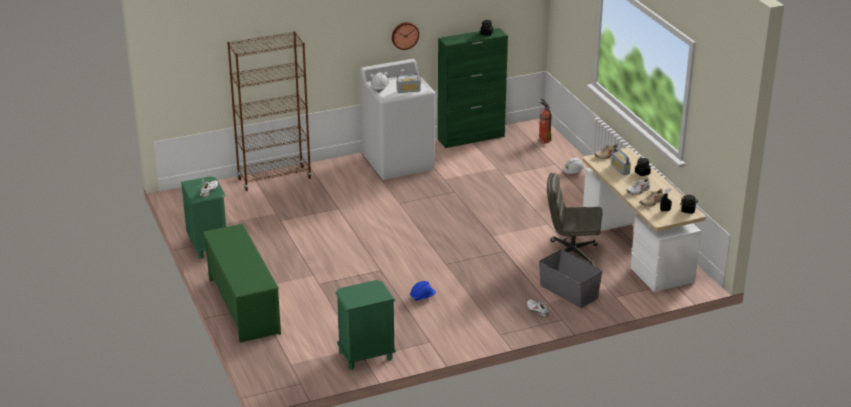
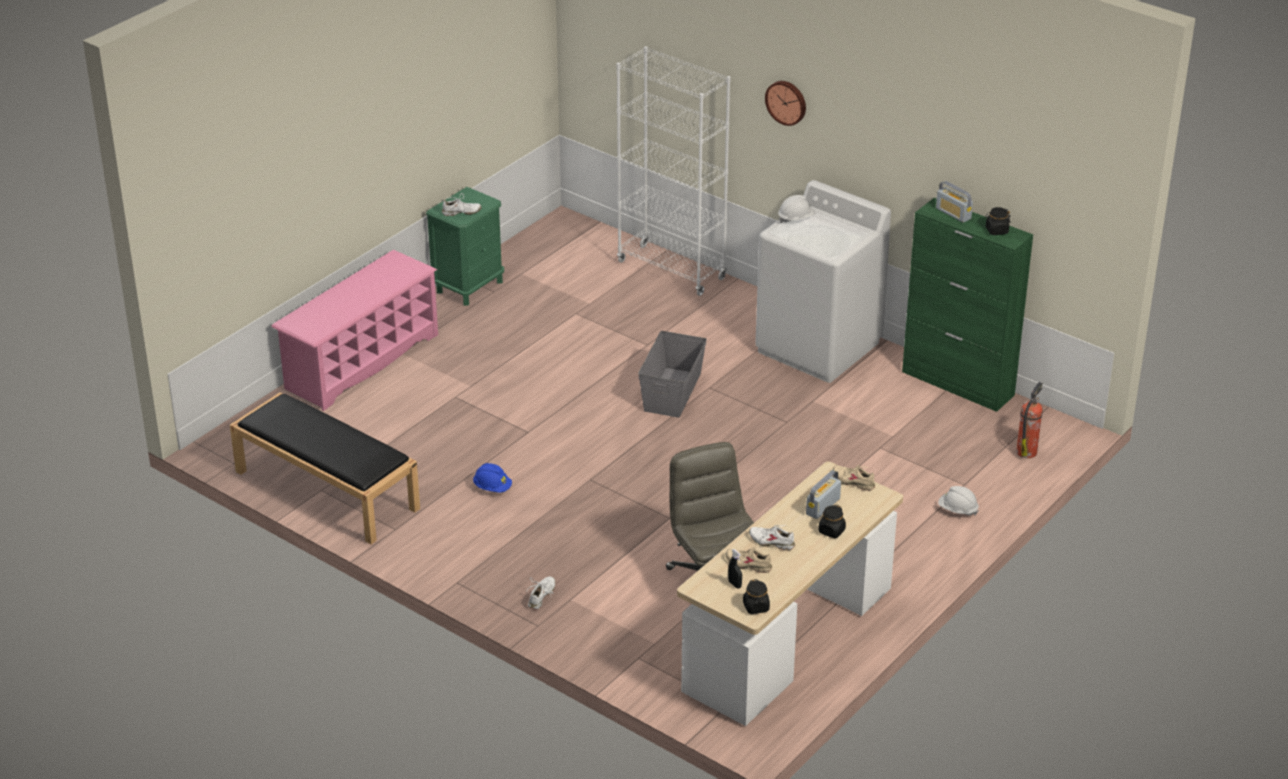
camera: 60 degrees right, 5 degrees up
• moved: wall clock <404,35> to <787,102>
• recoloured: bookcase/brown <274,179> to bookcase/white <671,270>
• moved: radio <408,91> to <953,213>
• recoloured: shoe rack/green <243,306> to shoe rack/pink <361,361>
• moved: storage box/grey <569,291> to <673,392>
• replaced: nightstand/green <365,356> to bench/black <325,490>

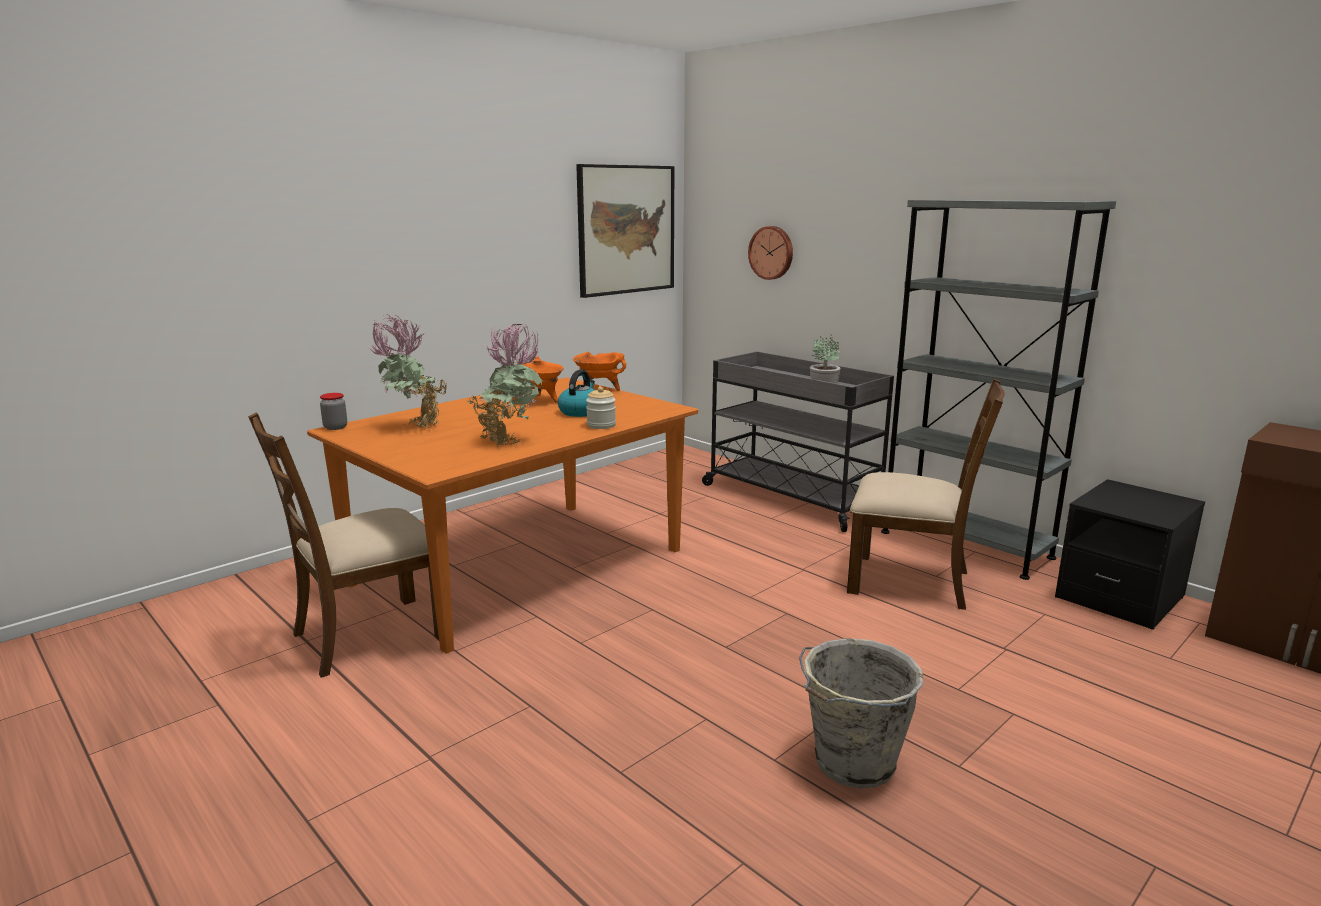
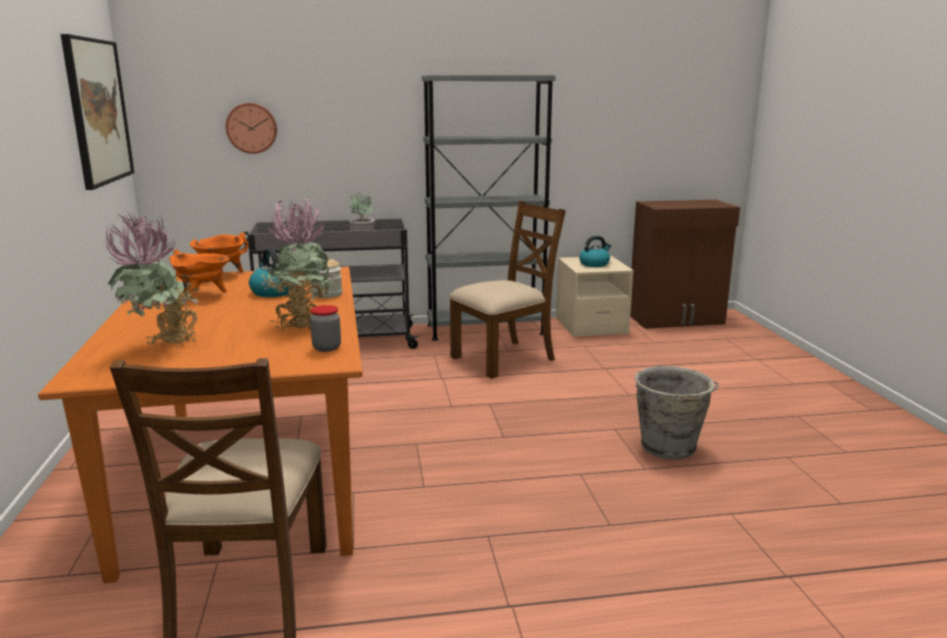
camera: 55 degrees left, 0 degrees up
• moved: jar <335,427> to <326,348>
• recoloured: nightstand/black <1119,597> to nightstand/beige <591,326>
• added: kettle <594,264>

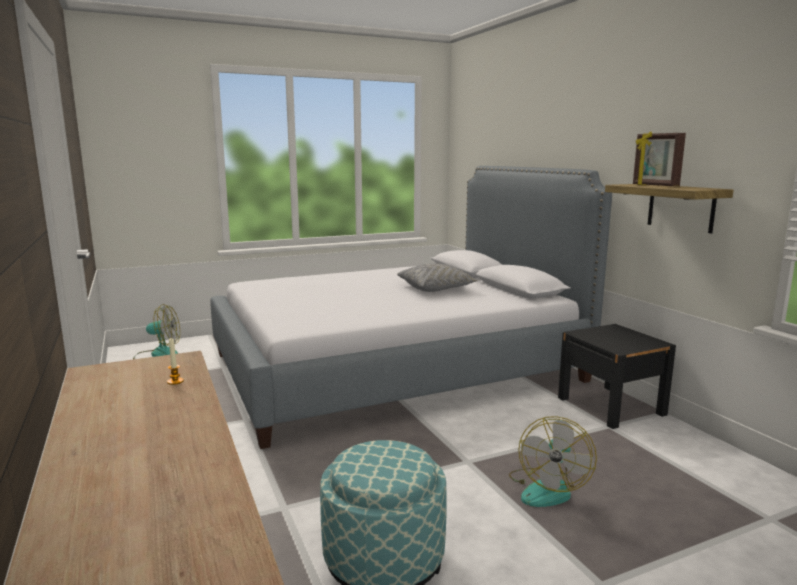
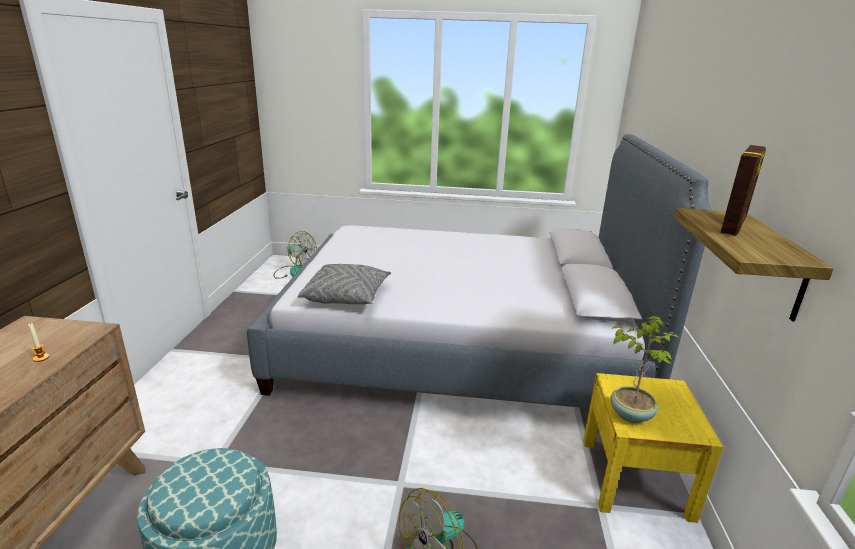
camera: 30 degrees right, 10 degrees up
• turned: picture frame <654,185> = <734,226> 150 degrees counterclockwise
• moved: pillow/grey <436,288> to <347,296>
• recoloured: nightstand/black <610,406> to nightstand/yellow <635,478>
• added: potted plant <631,414>

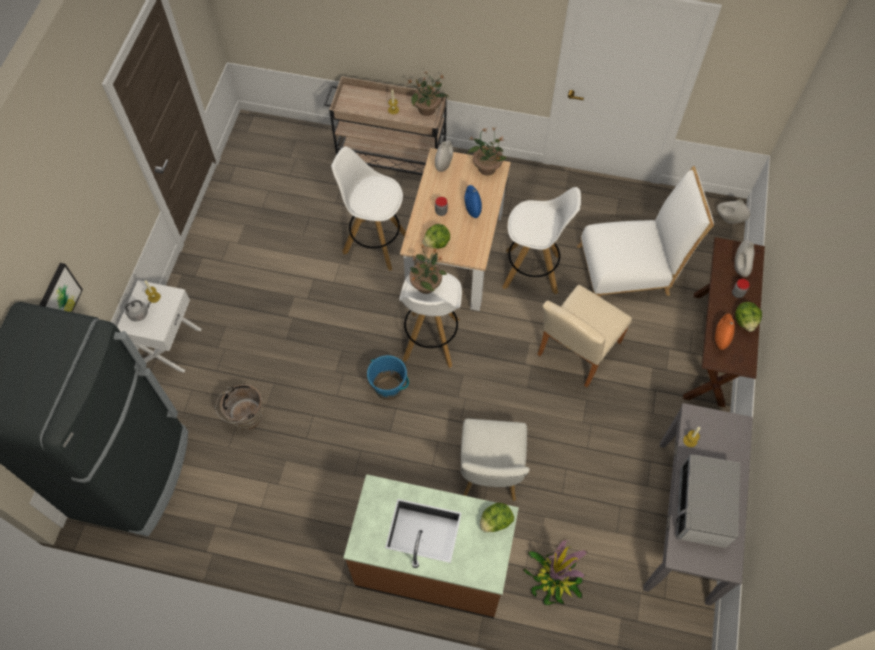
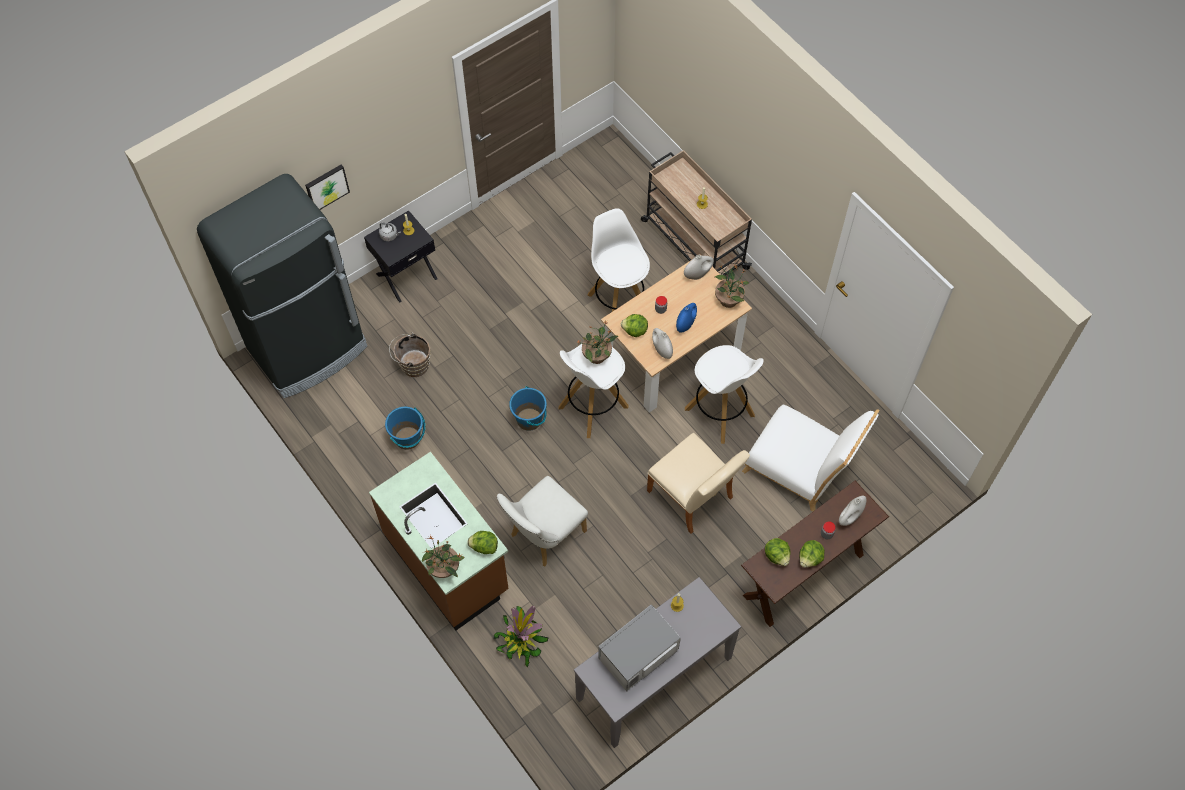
camera: 40 degrees right, 0 degrees up
• moved: potted plant <427,109> to <444,569>
• moved: vase/white <729,219> to <661,350>
• recoloured: nightstand/white <169,345> to nightstand/black <406,275>
• turned: chair/beige <576,352> = <693,498> 120 degrees counterclockwise
• replaced: vase/orange <720,338> to lettuce <777,555>
• added: bucket/blue <408,438>

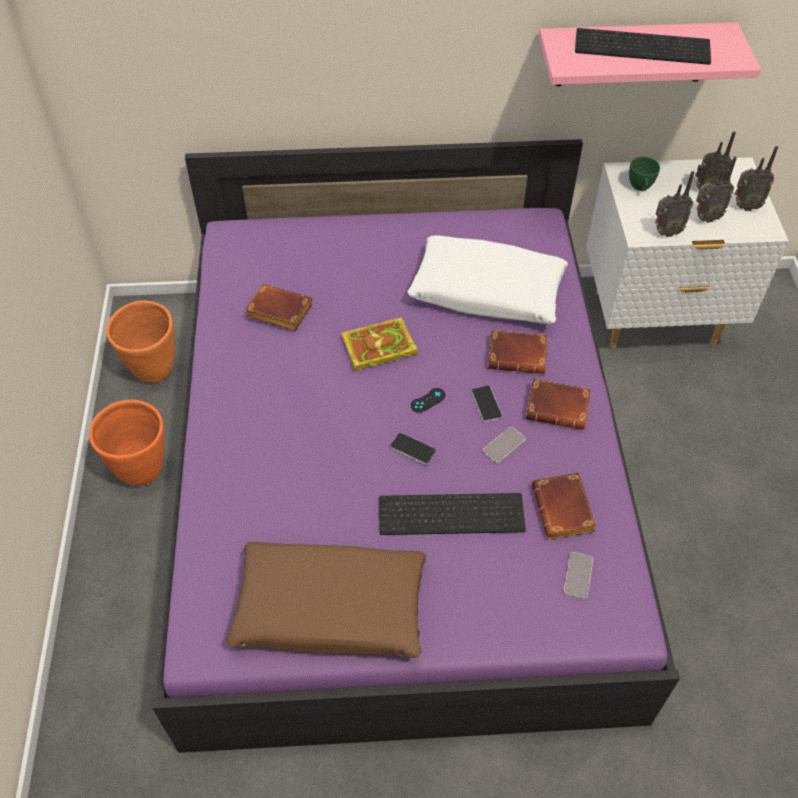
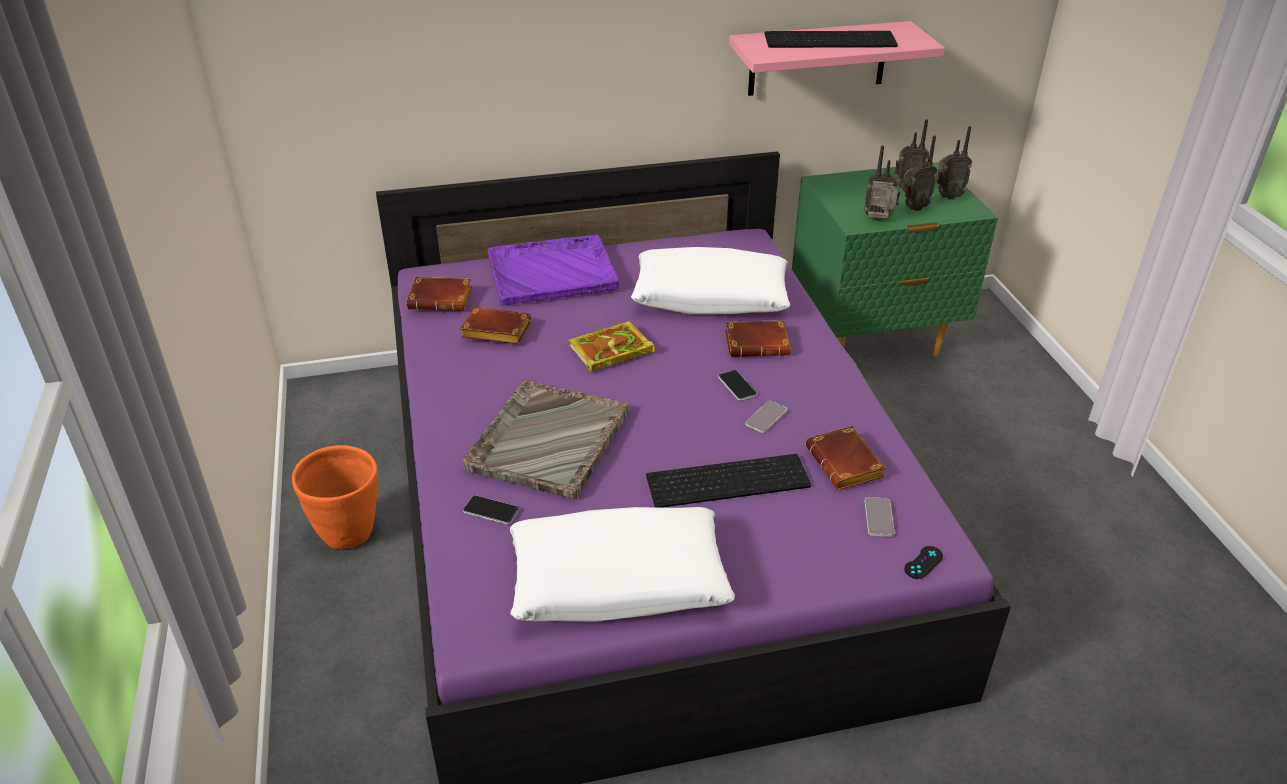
camera: 10 degrees left, 15 degrees down
• removed: cup/green <640,188>
• recoloured: nightstand/white <655,319> to nightstand/green <872,341>
• turned: radio <665,232> = <878,221> 150 degrees counterclockwise
• removed: planter/orange <153,370>
• moved: book/brown <559,407> to <442,299>
• moved: game controller/black <428,400> to <923,562>
• moved: phone <413,449> to <491,511>
• recoloured: pillow/brown <330,609> to pillow/white <618,581>
• added: tray/purple <553,272>
• added: tray/grey <547,441>

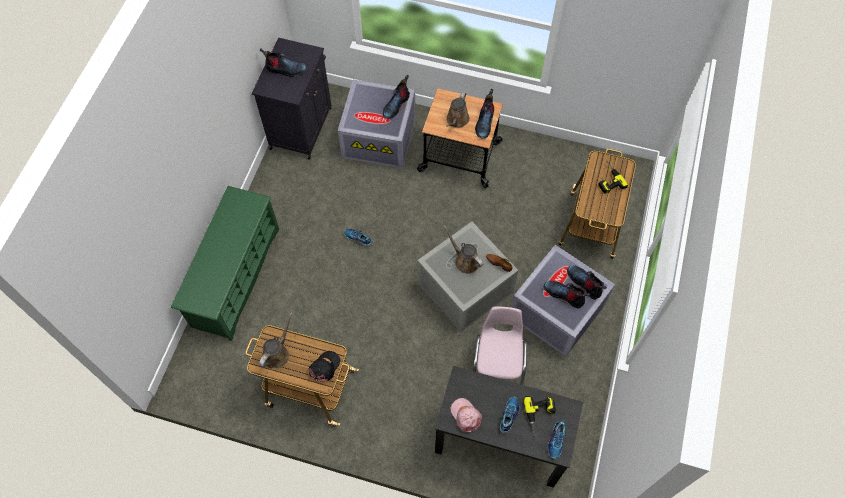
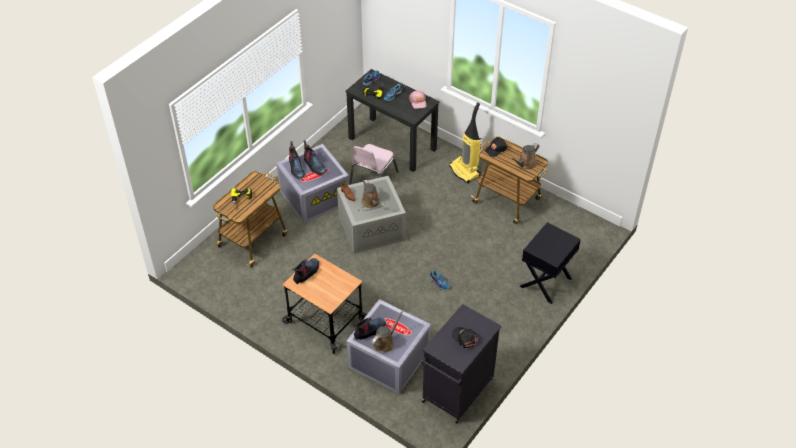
camera: 160 degrees left, 15 degrees down
• replaced: boot <285,70> to cap/black <464,338>
• moved: watering can/brown <457,120> to <385,342>
• replaced: shoe rack/green <235,277> to nightstand/black <546,282>
• added: vacuum cleaner <465,171>

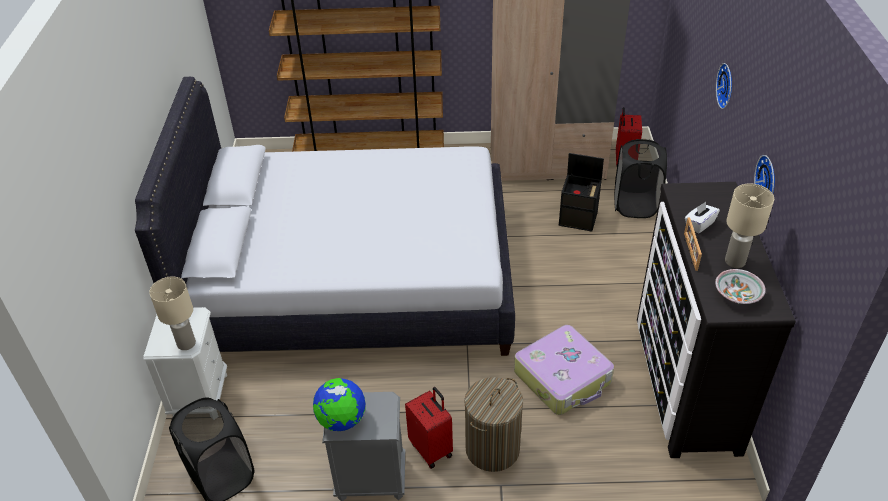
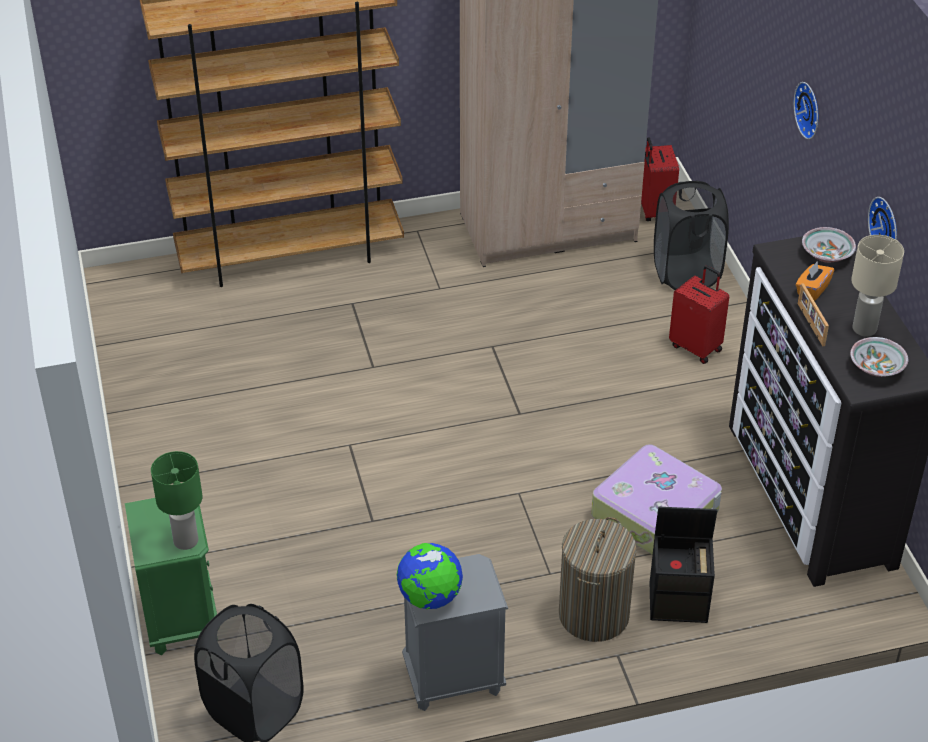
camera: 15 degrees left, 0 degrees up
• removed: bed/white <354,281>
• moved: storage box/black <579,219> to <679,601>
• recoloured: tissue box/white <699,224> to tissue box/orange <812,290>
• recoloured: table lamp/beige <186,344> to table lamp/green <185,541>
• recoloured: nightstand/white <200,396> to nightstand/green <180,619>
• moved: suitcase/red <432,449> to <696,347>
• added: bowl <826,255>

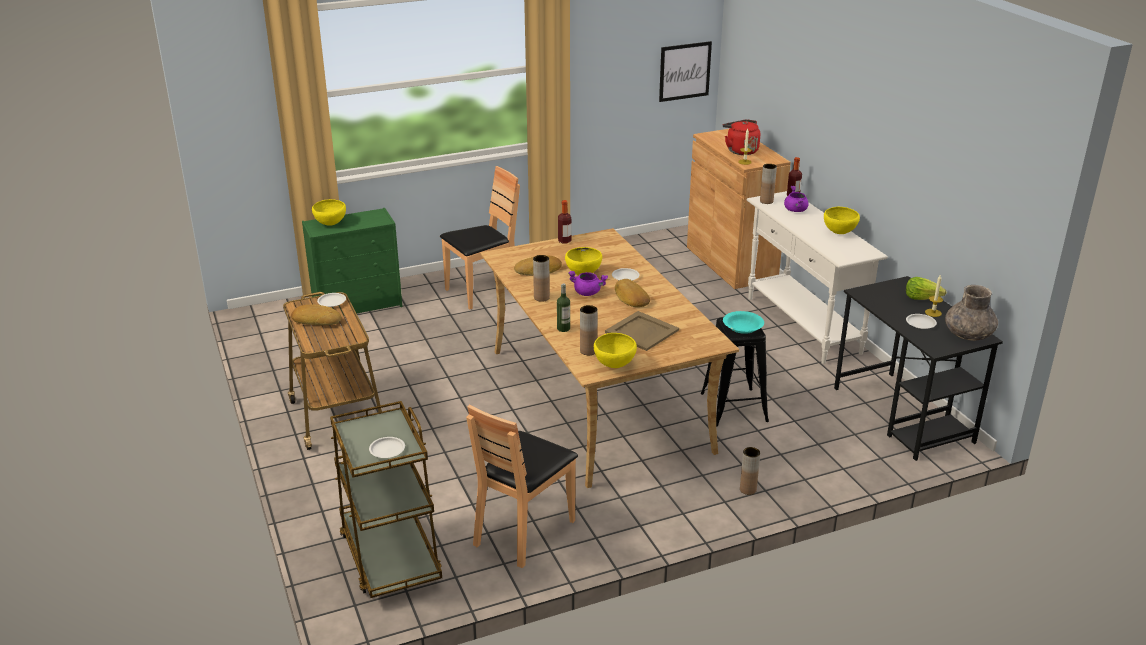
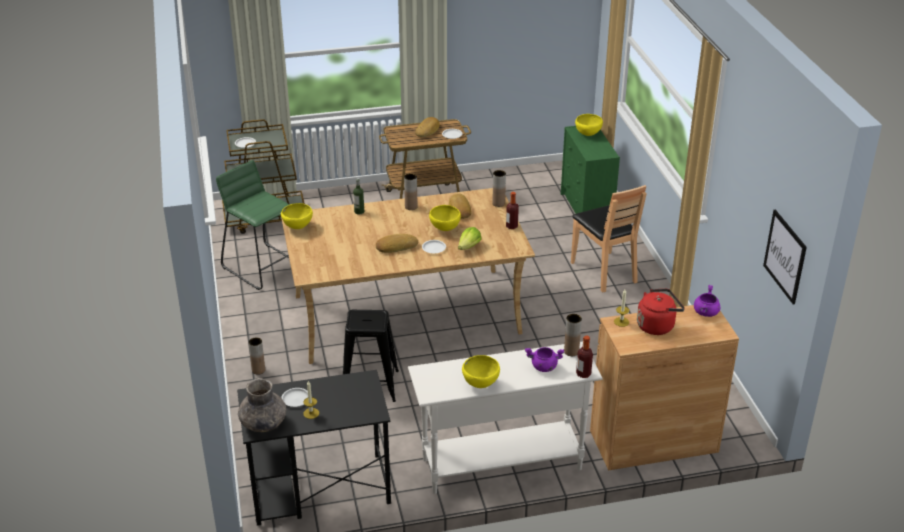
camera: 100 degrees right, 5 degrees up
• moved: cooking pot/purple <588,293> to <706,313>
• moved: lettuce <922,298> to <469,247>
• moved: vase/brown <588,351> to <498,203>
• removed: tray/beige <642,331>
• removed: bowl/turquoise <742,328>
• replaced: chair/brown <524,531> to stool/green <263,266>

